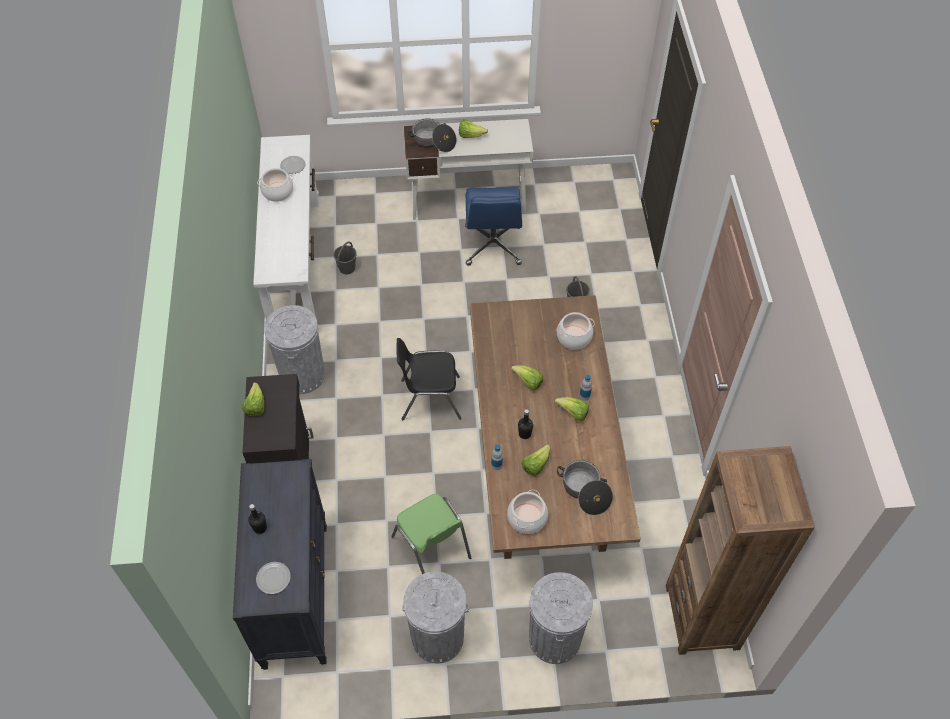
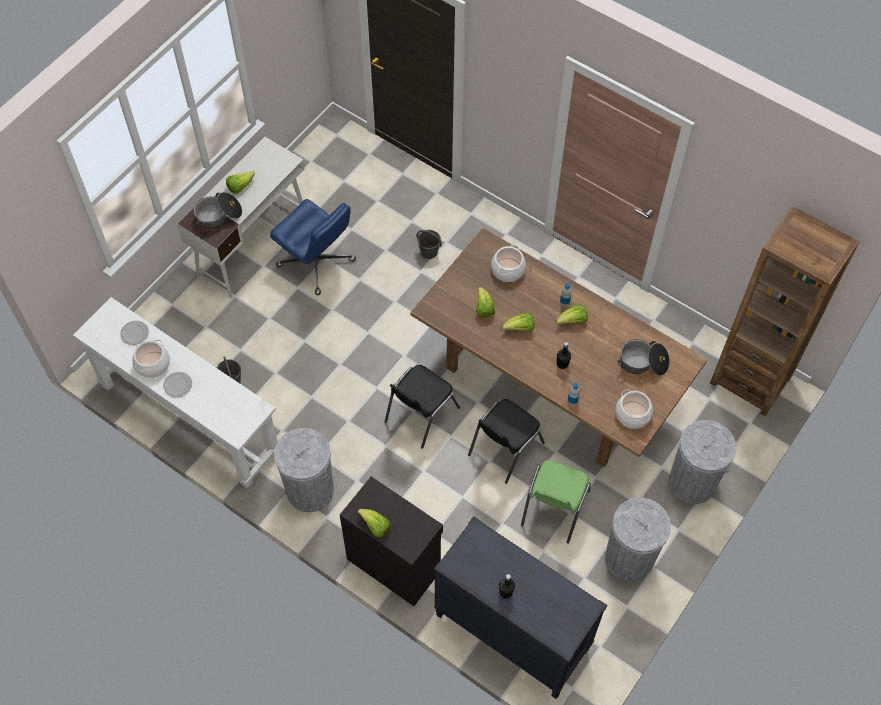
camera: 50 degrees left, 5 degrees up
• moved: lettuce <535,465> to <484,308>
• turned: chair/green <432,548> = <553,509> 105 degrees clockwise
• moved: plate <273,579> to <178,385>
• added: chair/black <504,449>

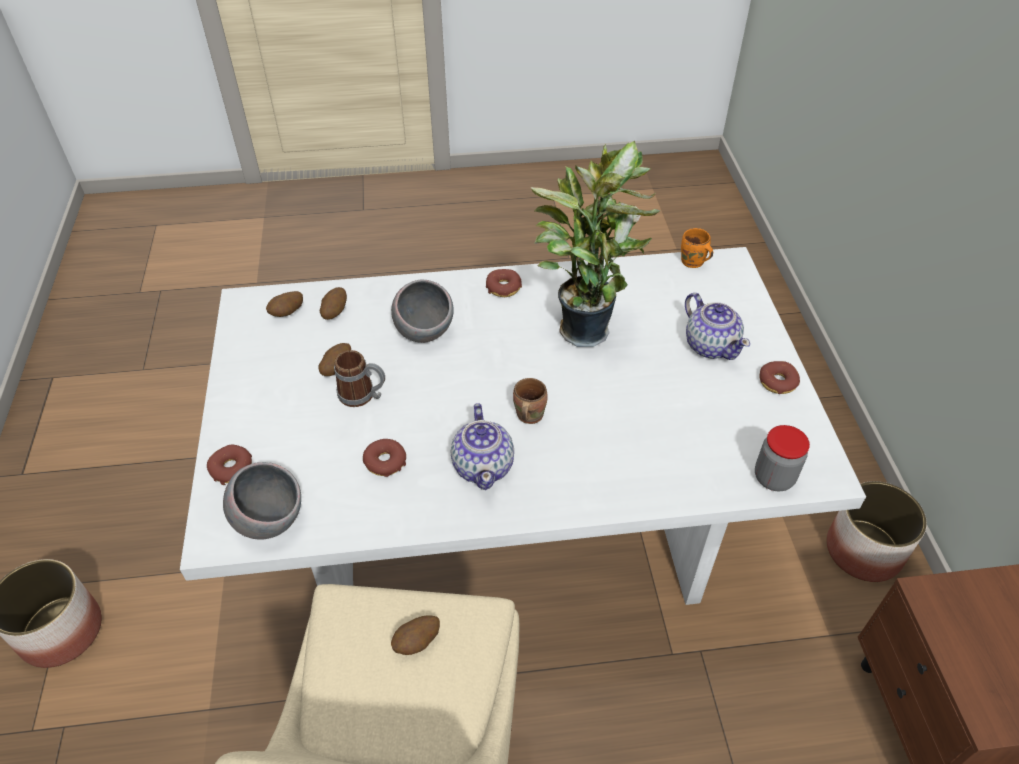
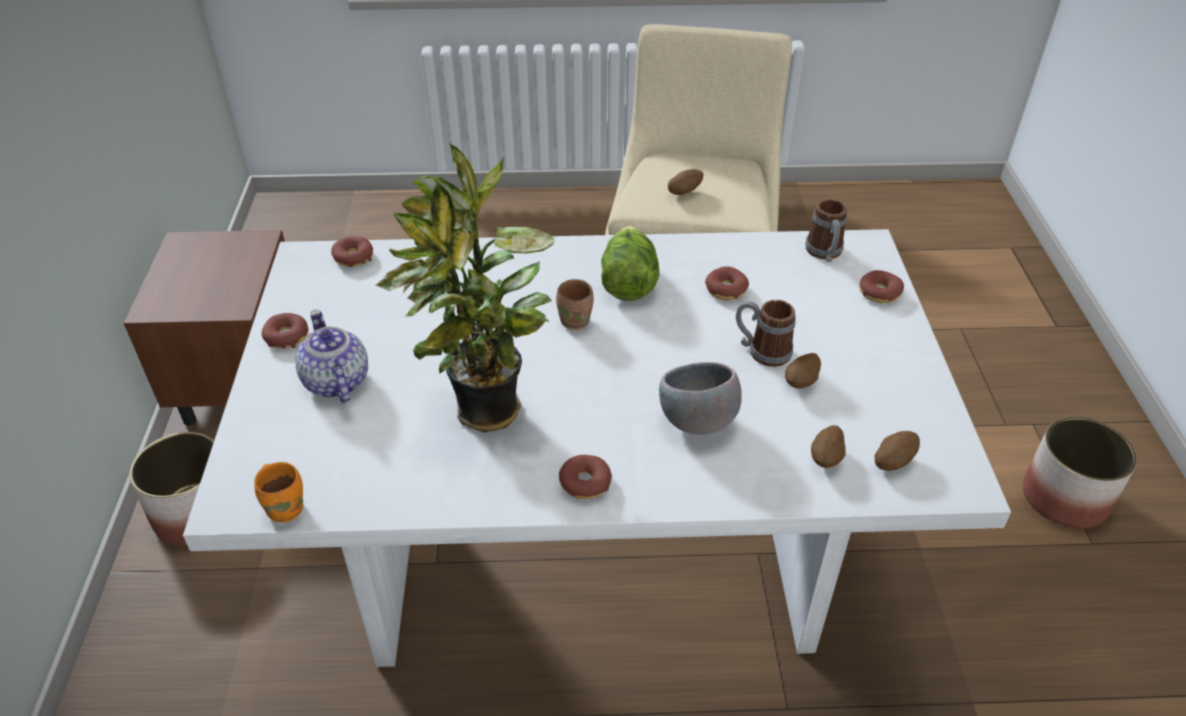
camera: 175 degrees left, 5 degrees down
• replaced: teapot <483,465> to lettuce <628,281>
• replaced: jar <773,478> to donut <353,257>
• replaced: bowl/grey <269,520> to mug <825,254>

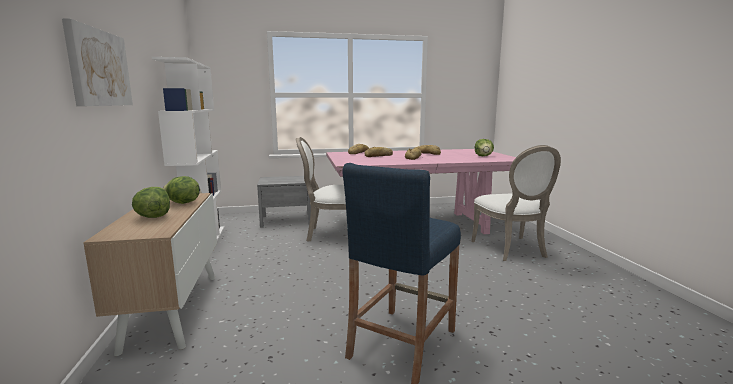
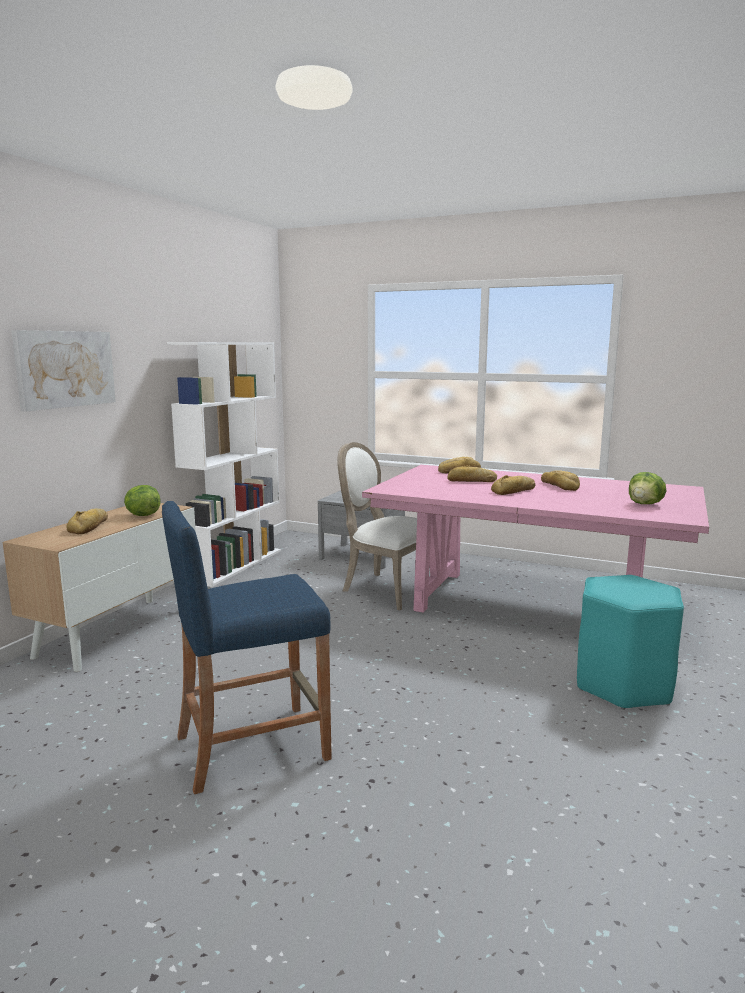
camera: 35 degrees right, 0 degrees up
• replaced: chair/white <511,250> to stool/turquoise <622,685>
• replaced: lettuce <153,217> to bread <90,526>

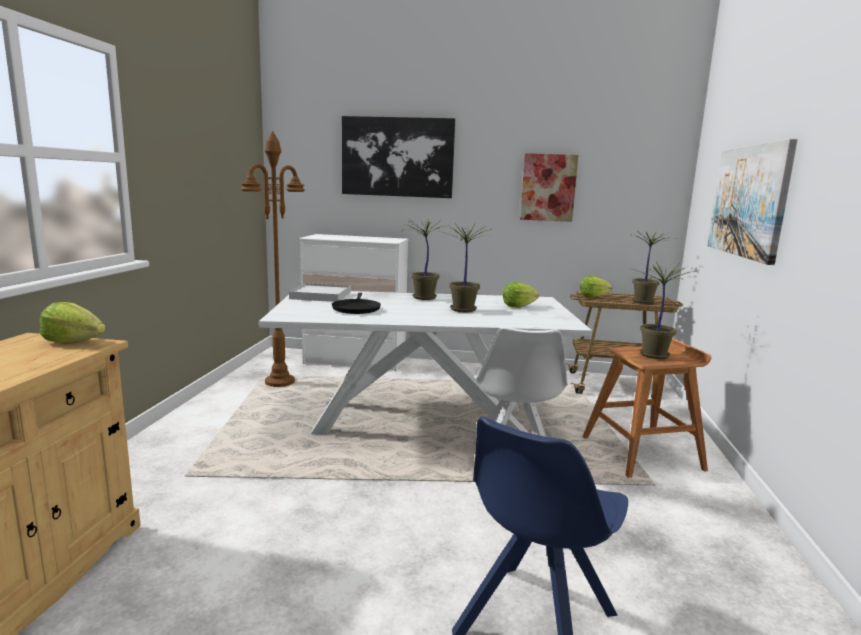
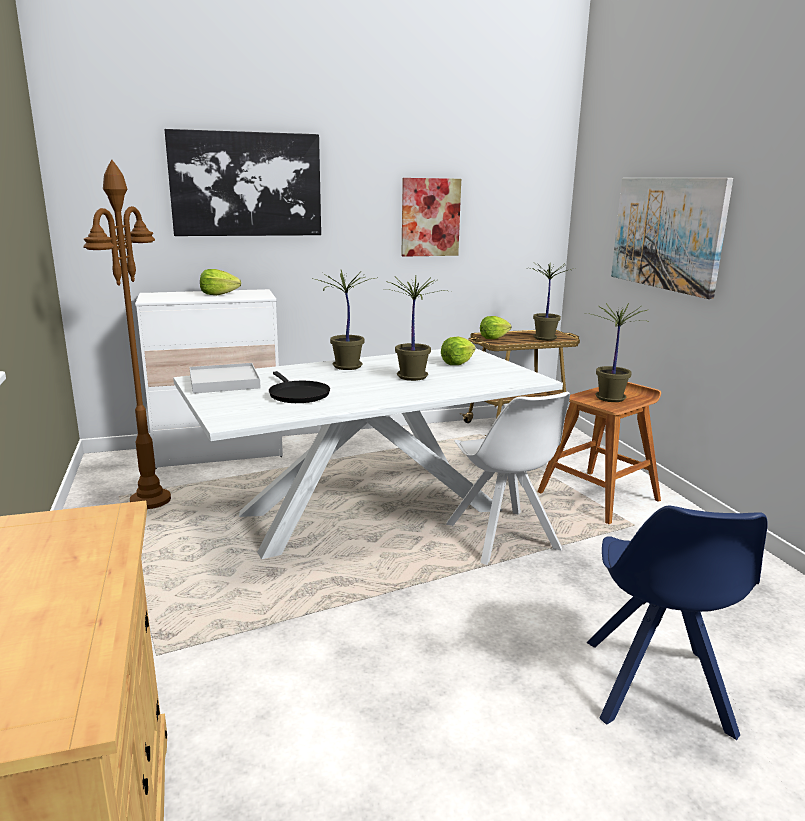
camera: 25 degrees left, 5 degrees up
• moved: lettuce <73,342> to <218,294>

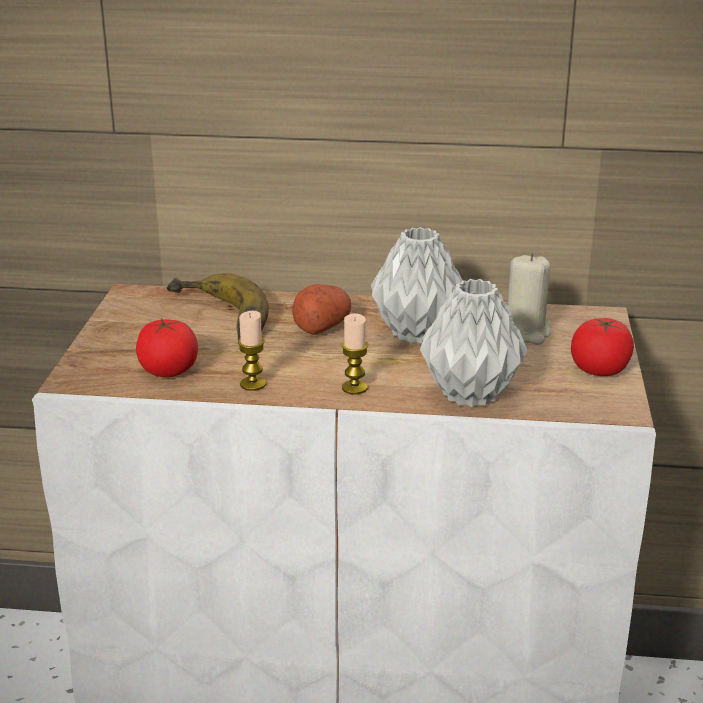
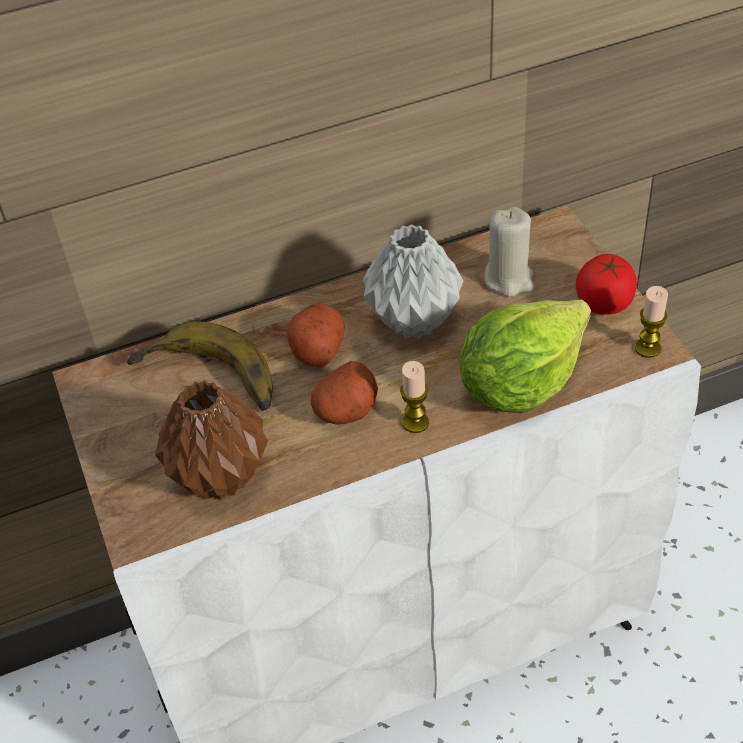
camera: 25 degrees left, 20 degrees up
• replaced: vase/grey <470,393> to lettuce <520,384>
• moved: candle <253,384> to <647,348>
• replaced: tomato <168,370> to vase/brown <221,478>
• added: potato <346,410>

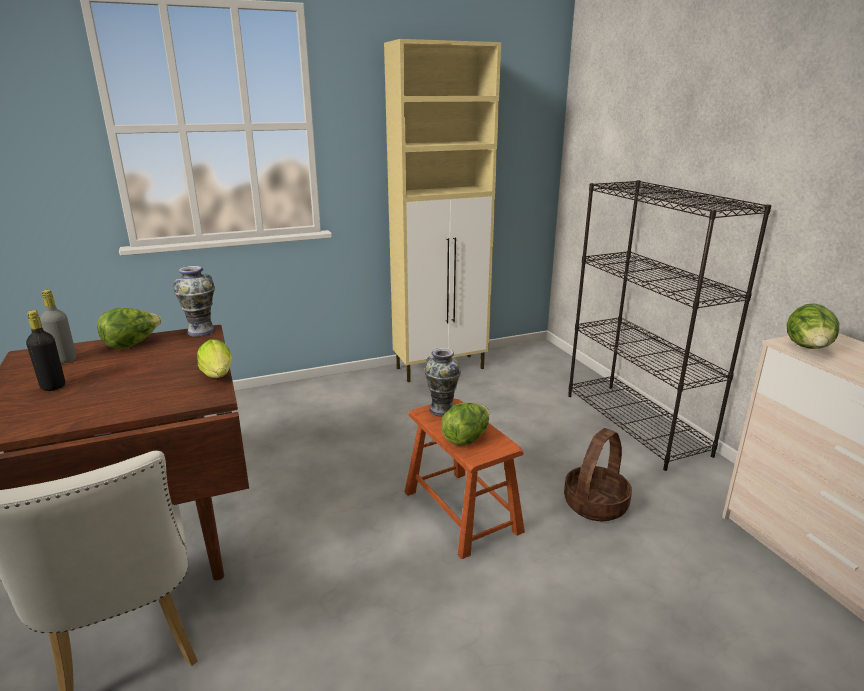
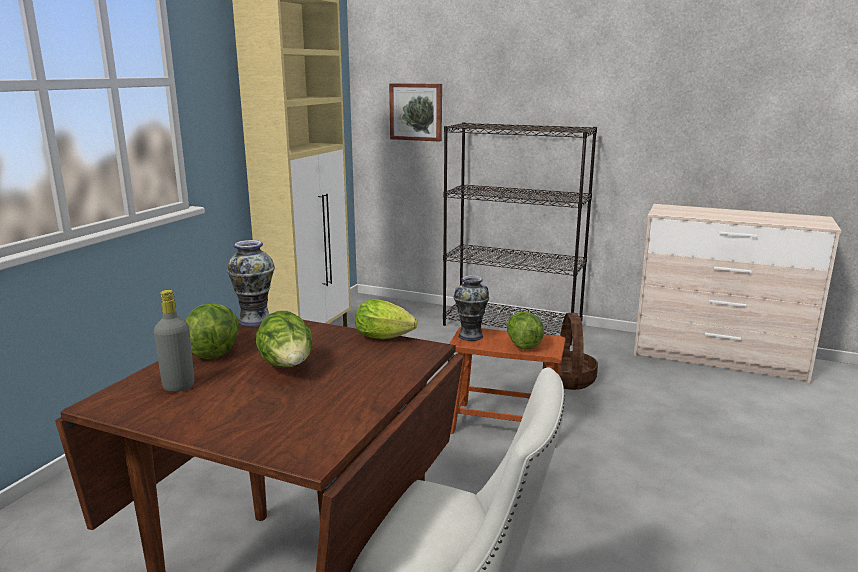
camera: 45 degrees left, 5 degrees down
• moved: lettuce <808,349> to <288,367>
• removed: bottle/black <53,386>
• added: picture <416,112>

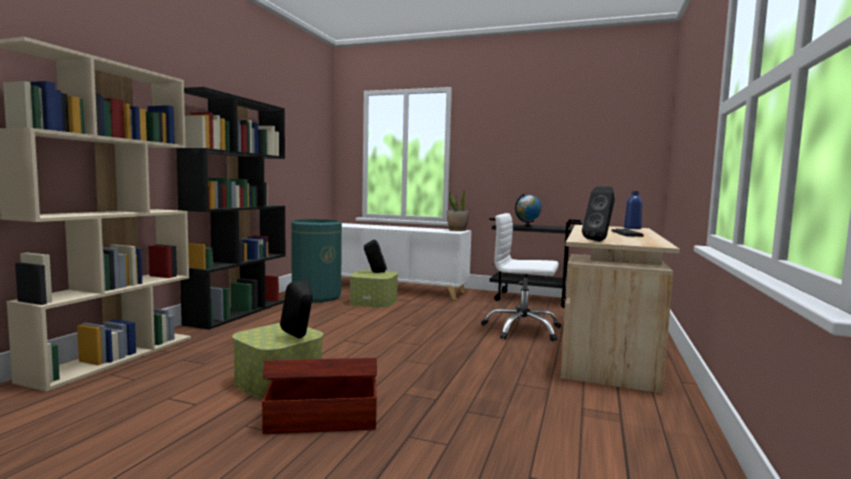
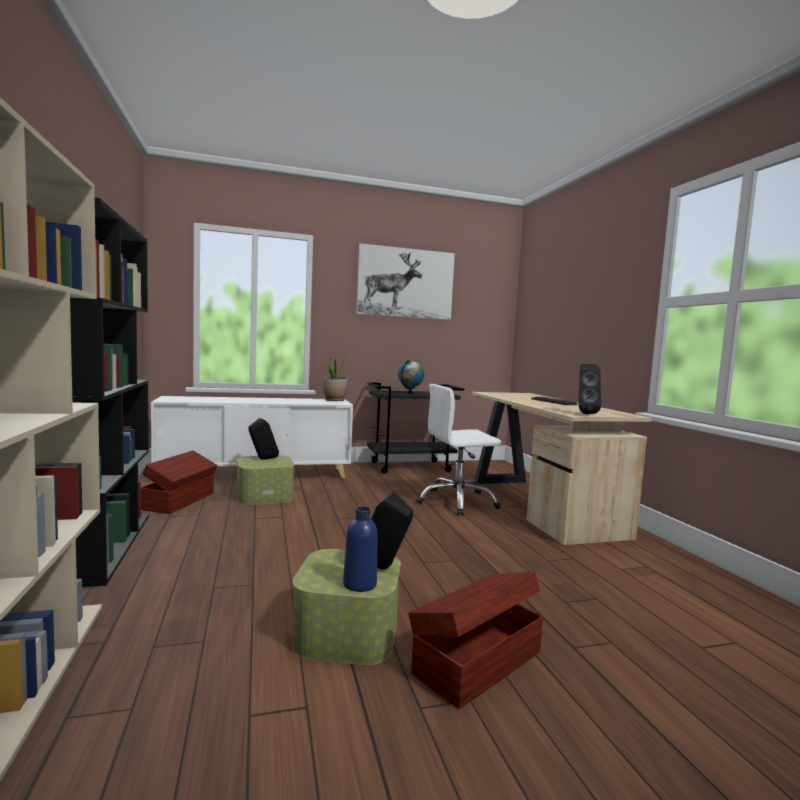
camera: 35 degrees left, 0 degrees up
• moved: bottle/blue <632,228> to <359,584>
• replaced: trash can/green <316,297> to storage box/brown <180,501>
• added: picture <405,283>

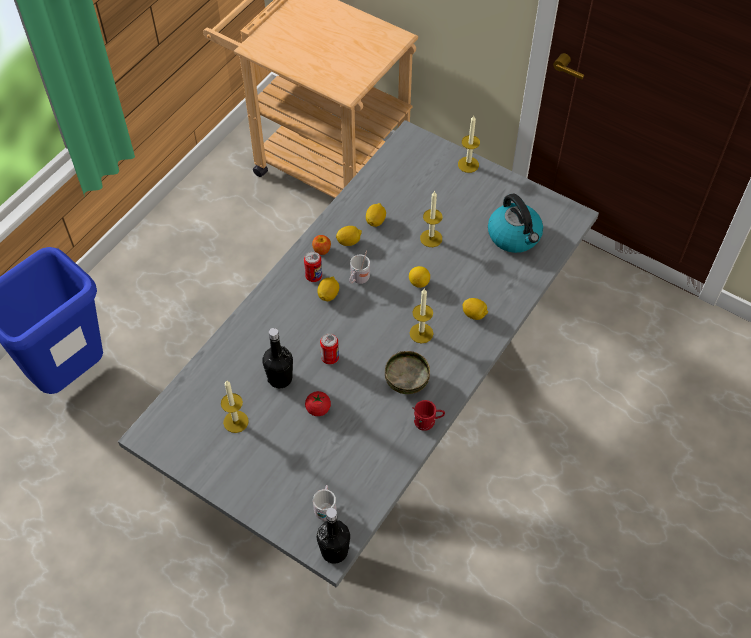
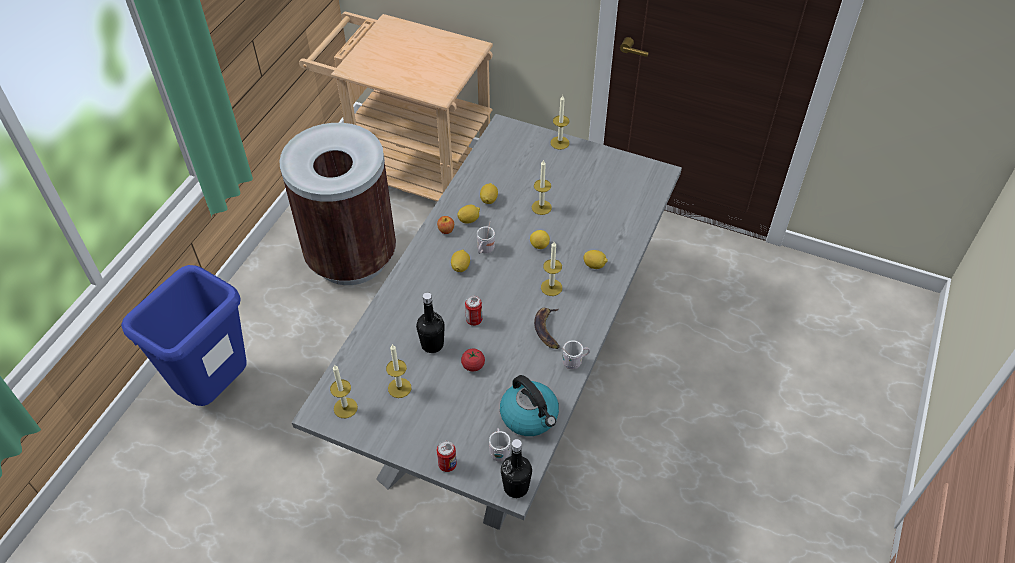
camera: 10 degrees left, 5 degrees down
• moved: kettle <515,236> to <530,416>
• moved: can <313,276> to <447,464>
• replaced: bowl <406,380> to banana <547,329>
• recoloured: mug/red <427,422> to mug/white <574,362>
• added: trash can/brown <351,257>
• added: candle <345,408>

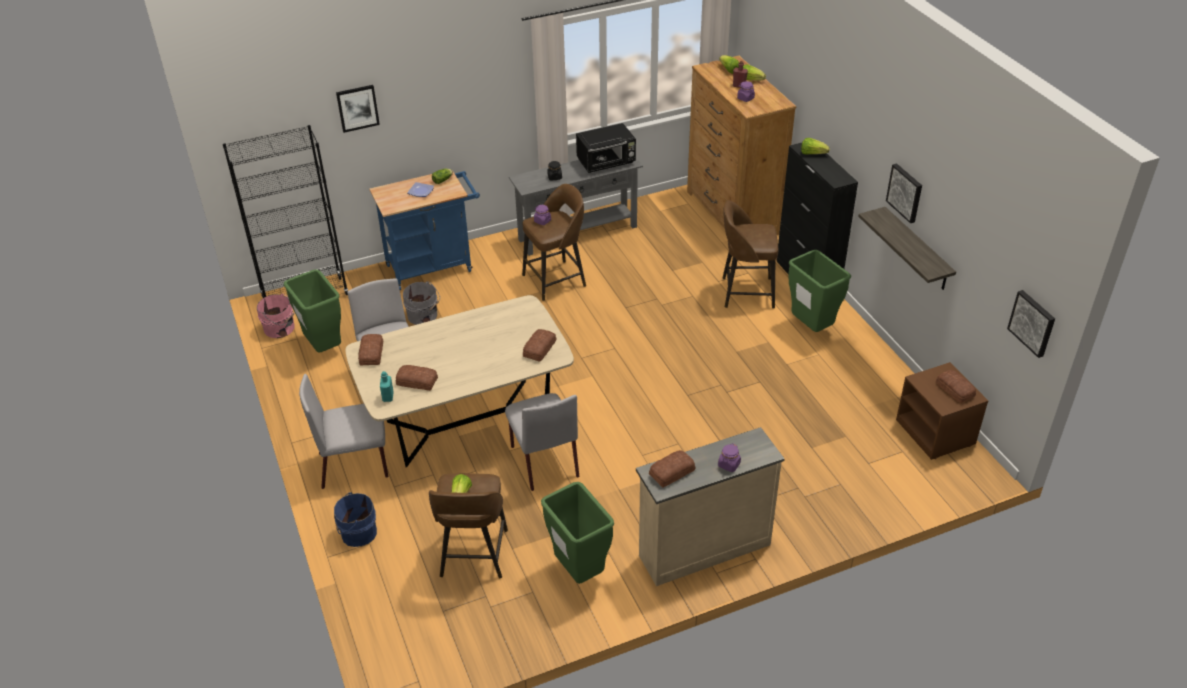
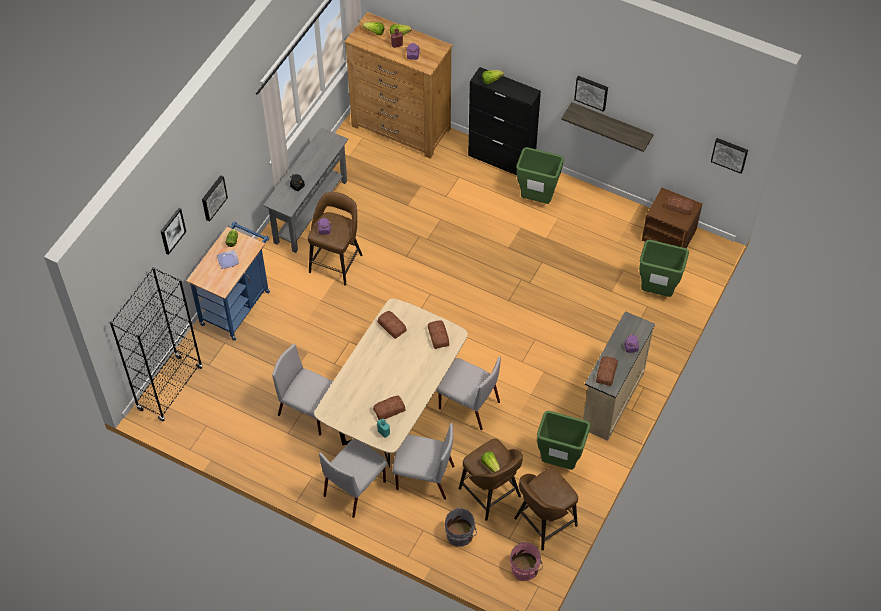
camera: 40 degrees left, 15 degrees up
• removed: microwave/black <607,162>
• moved: stool/brown <745,292> to <544,523>
• moved: trash can/green <324,347> to <656,291>
• moved: bucket/grey <423,316> to <461,534>
• moved: bucket/pink <280,329> to <525,568>
• moved: bread <372,353> to <392,326>
• removed: bucket/blue <357,533>
• added: picture <213,197>
• added: chair/grey <424,477>

